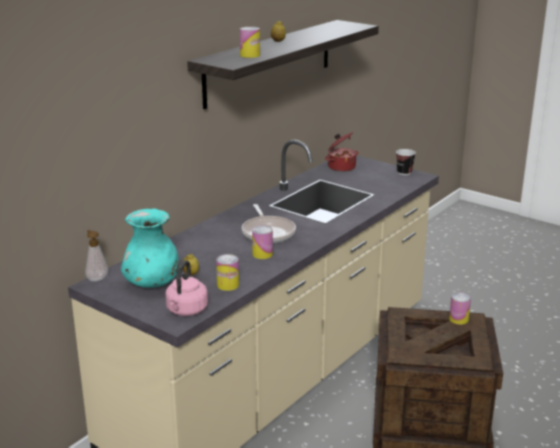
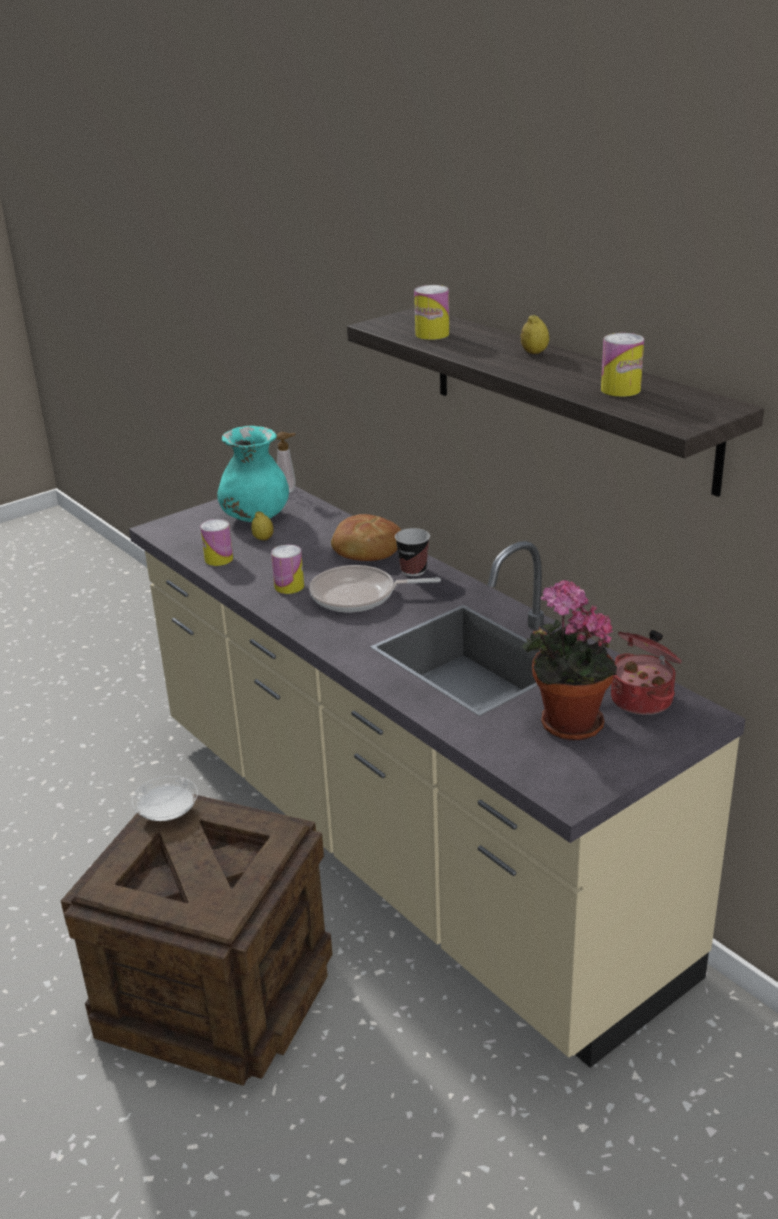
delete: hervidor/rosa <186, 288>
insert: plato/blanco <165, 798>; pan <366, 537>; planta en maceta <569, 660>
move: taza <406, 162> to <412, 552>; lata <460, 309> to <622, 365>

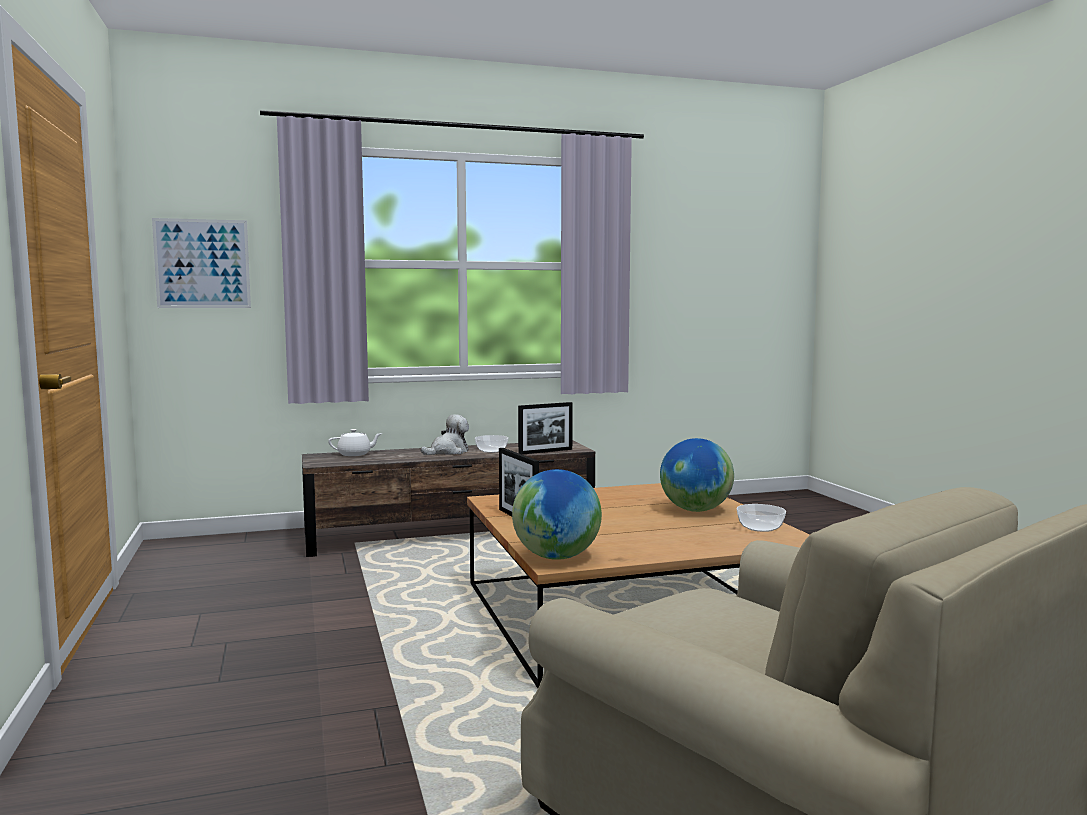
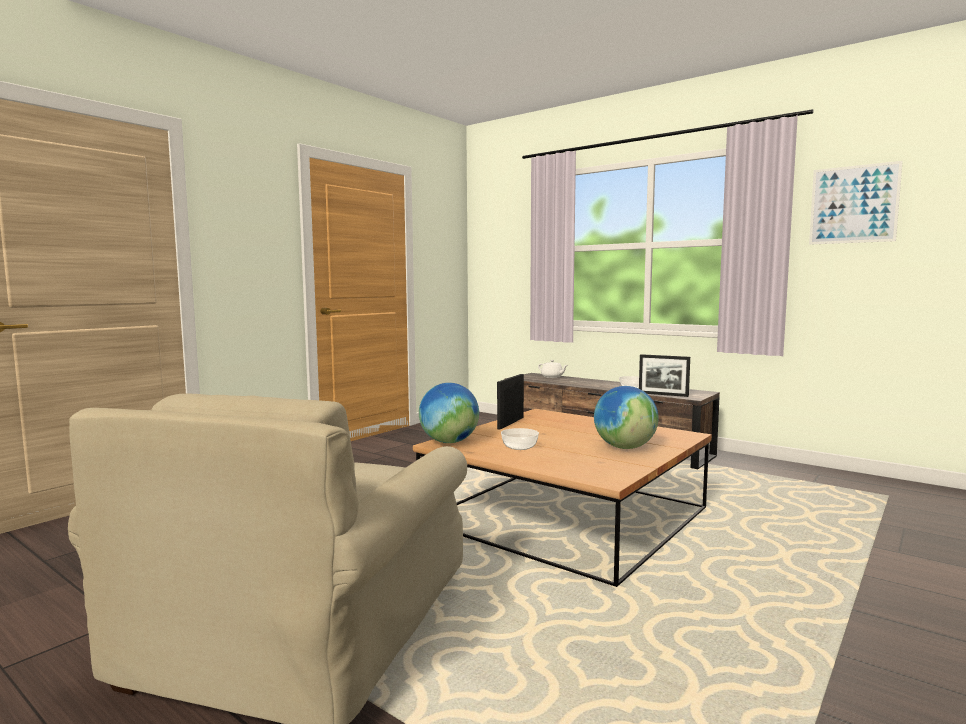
delete: peluche <444, 434>
move: cuadro <201, 263> to <856, 203>; cuenco <761, 518> to <520, 439>

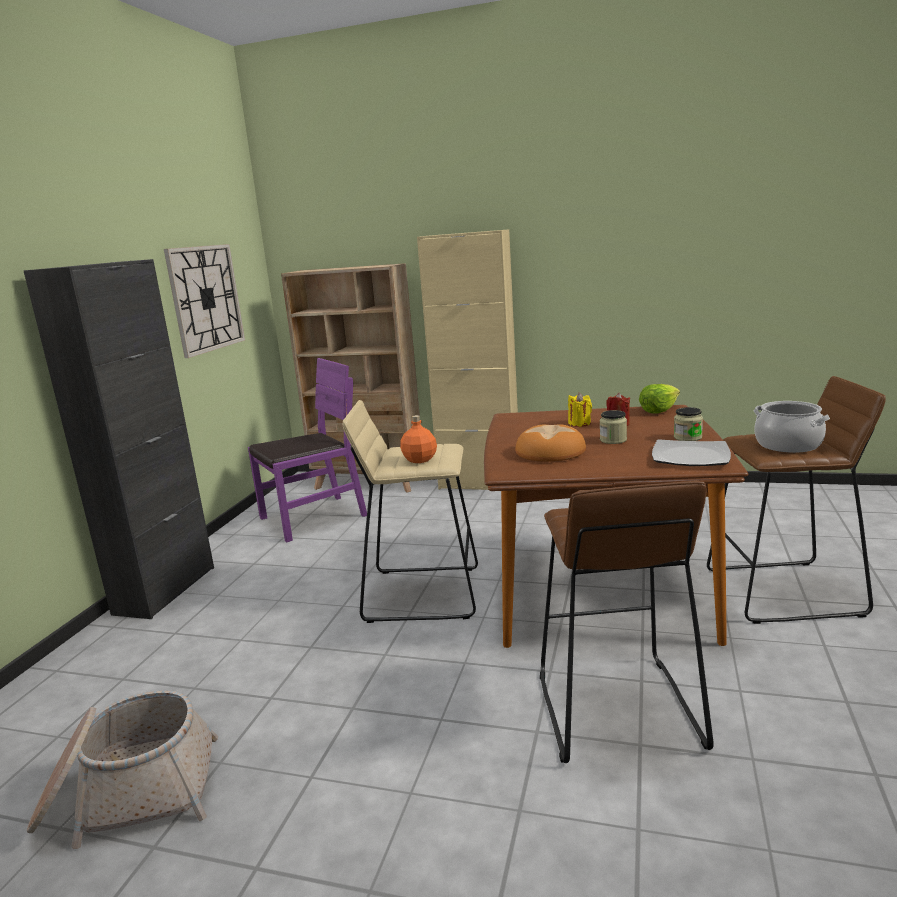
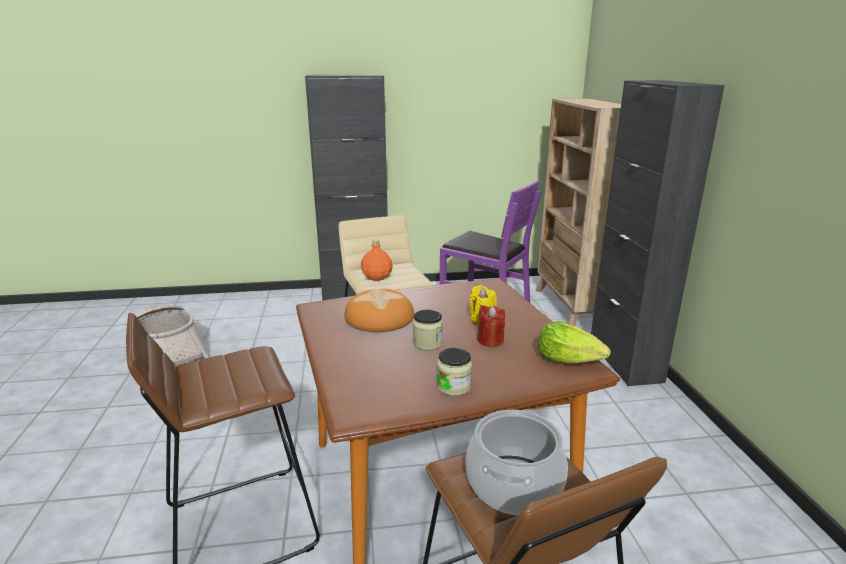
delete: reloj de pared <204, 301>; plato <691, 452>
recolor: armario/beis <467, 359> to armario/negro <658, 233>

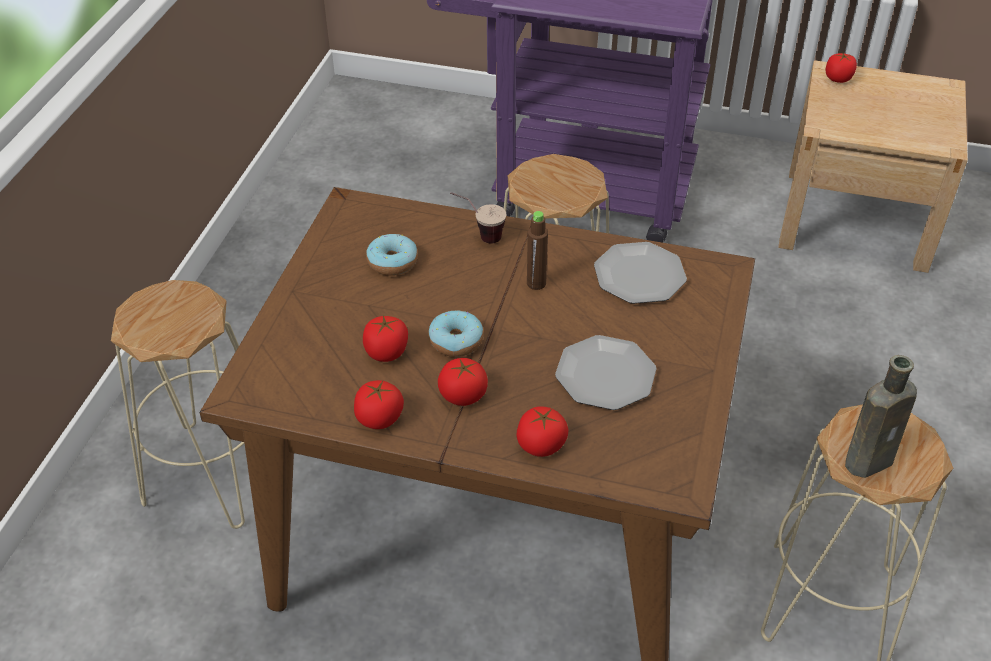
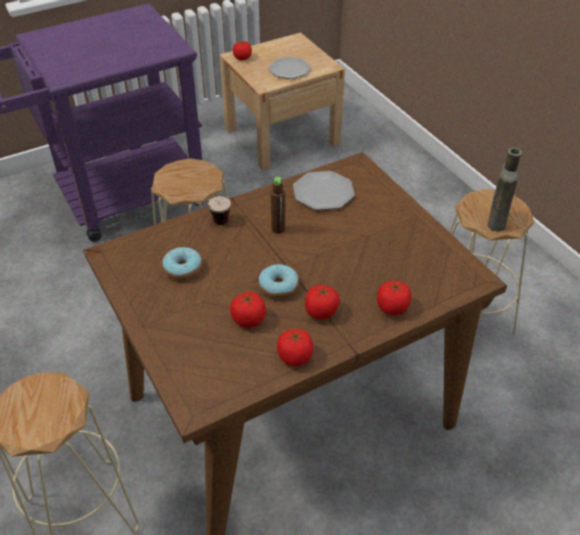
move: plato <606, 372> to <289, 68>

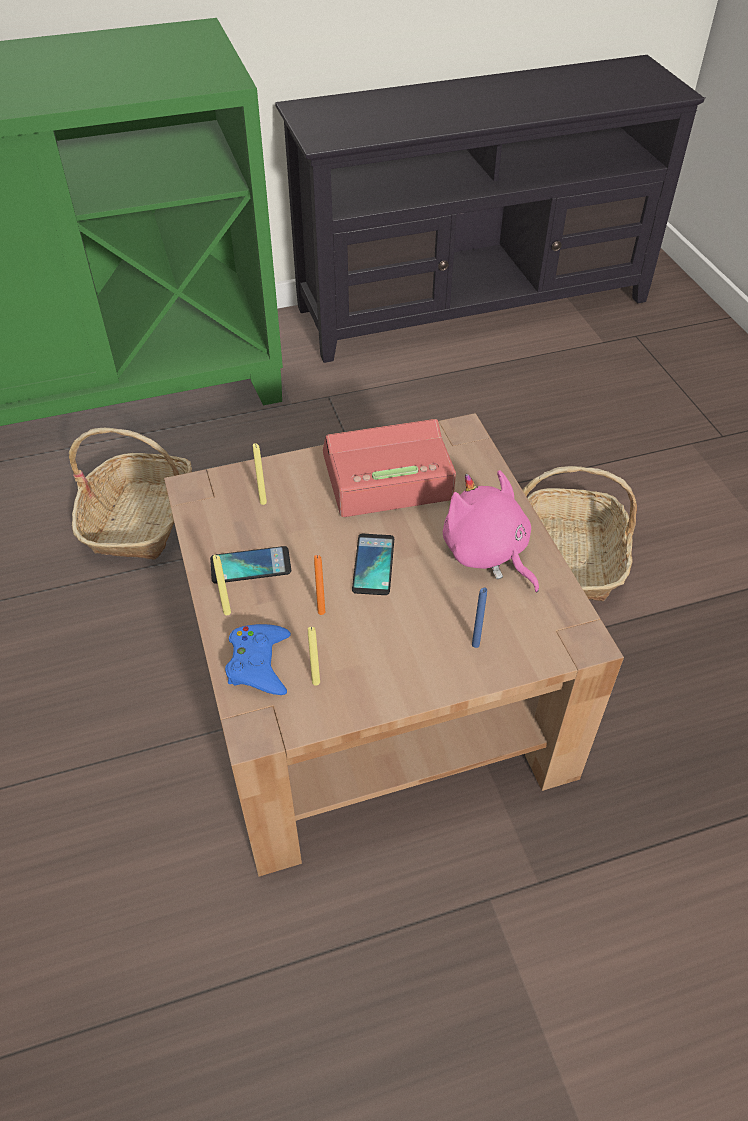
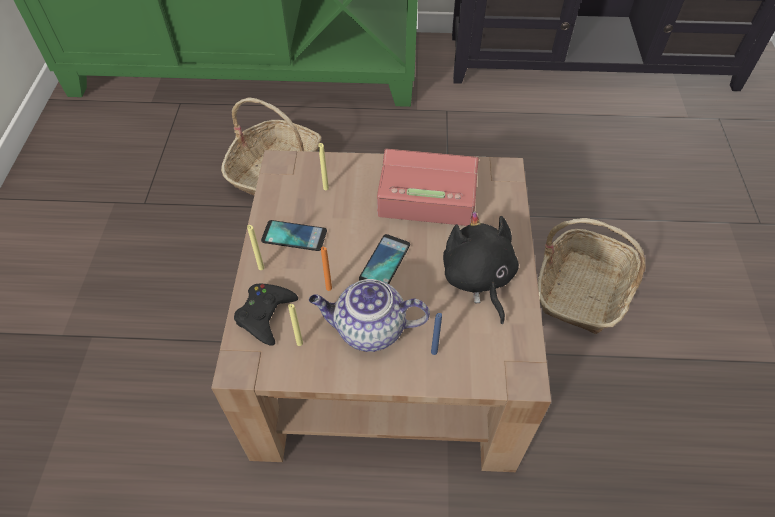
insert: tetera <369, 315>
recolor: mando de consola/azul <258, 659> to mando de consola/negro <266, 315>; peluche/rosa <491, 531> to peluche/negro <481, 267>

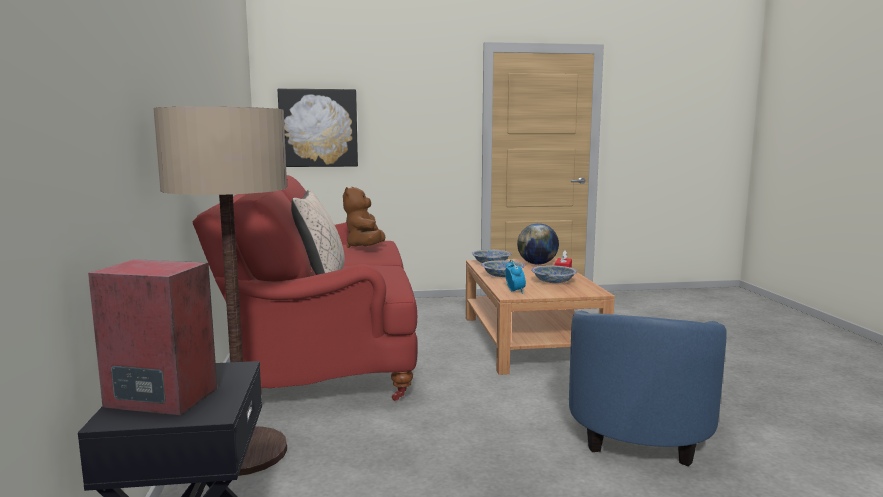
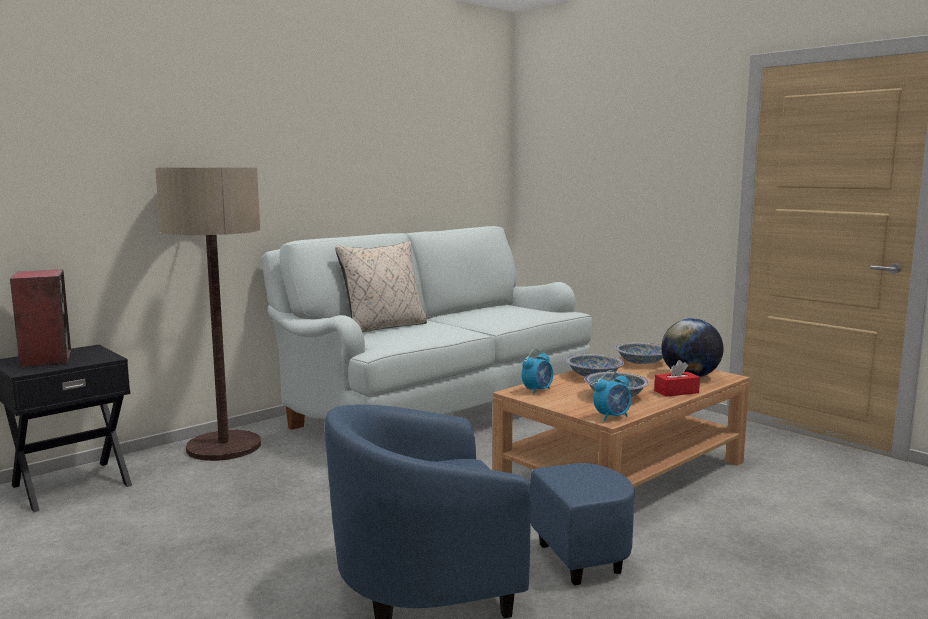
delete: cuadro <318, 128>; peluche/marrón <364, 217>
insert: despertador <612, 395>
recolor: sofá/rojo <305, 288> to sofá/blanco <427, 328>

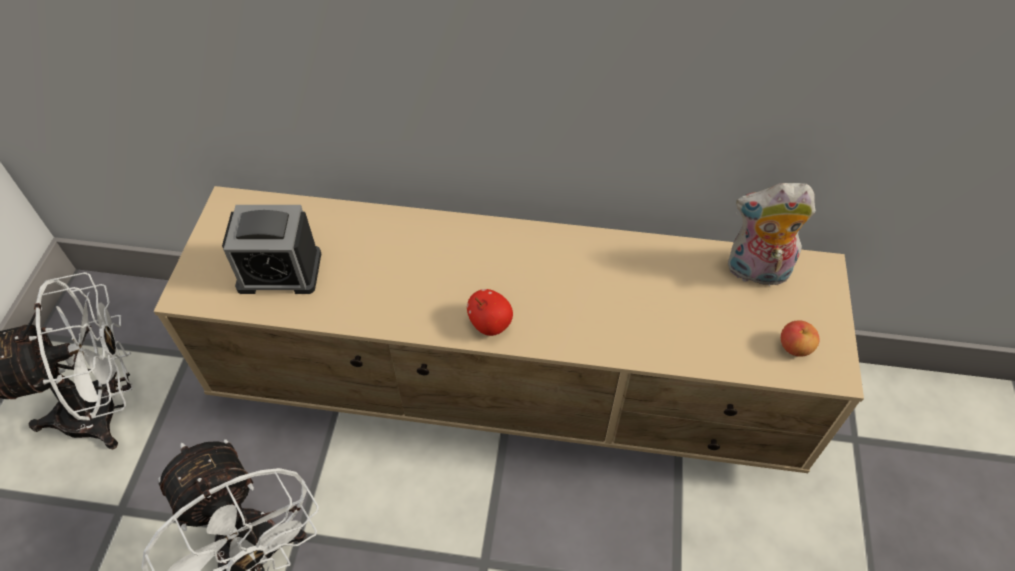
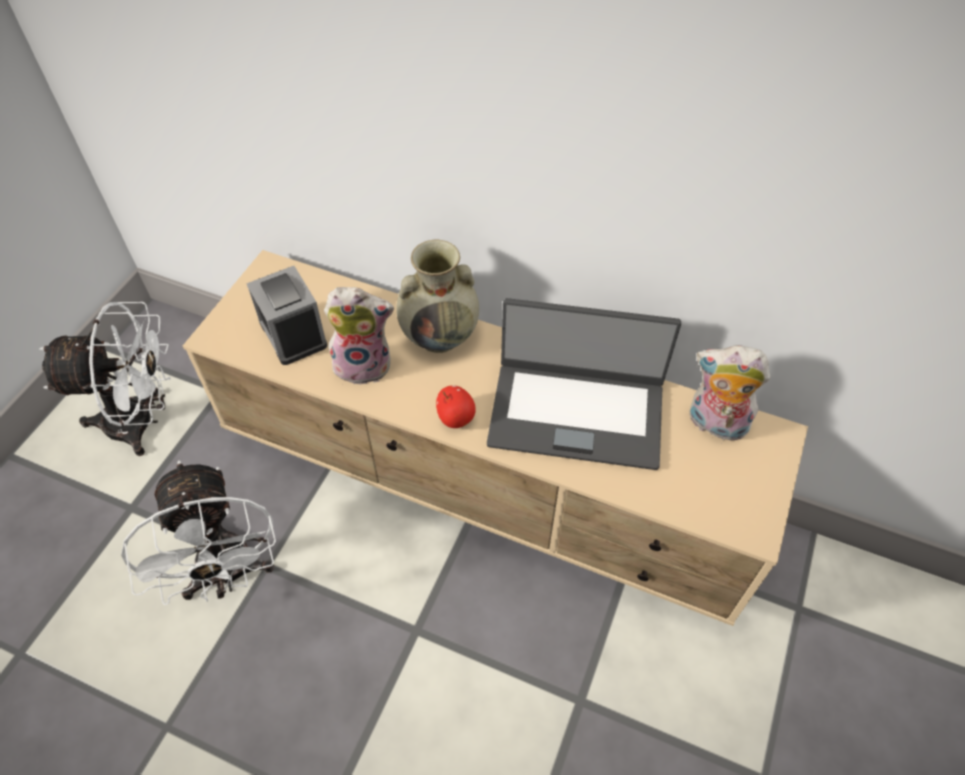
delete: manzana <800, 338>
insert: peluche <359, 336>; florero/beis <437, 296>; portátil <584, 384>
rotate: despertador <271, 249> = <287, 315> 45 degrees clockwise

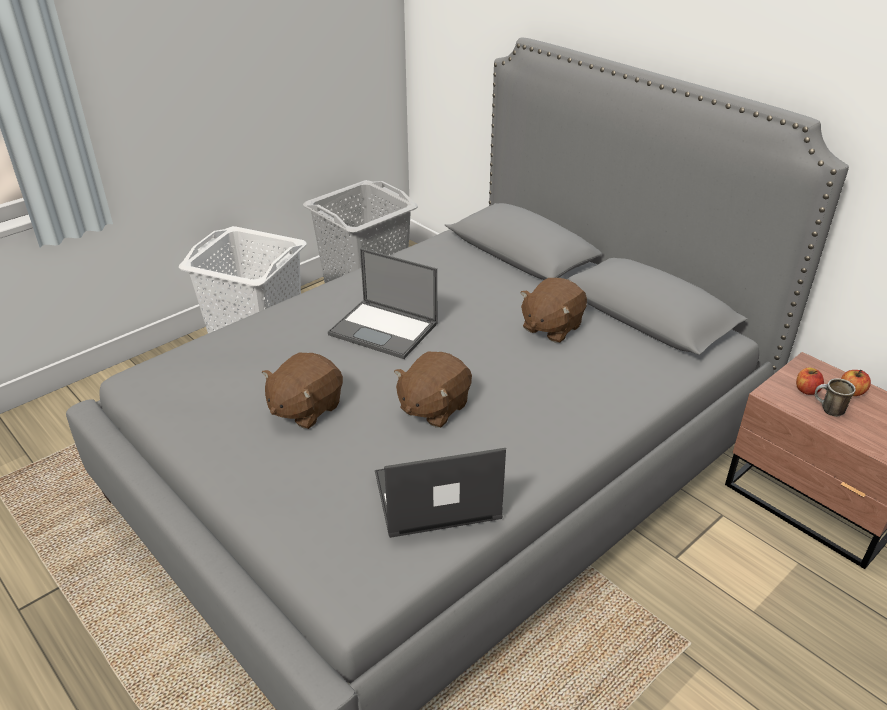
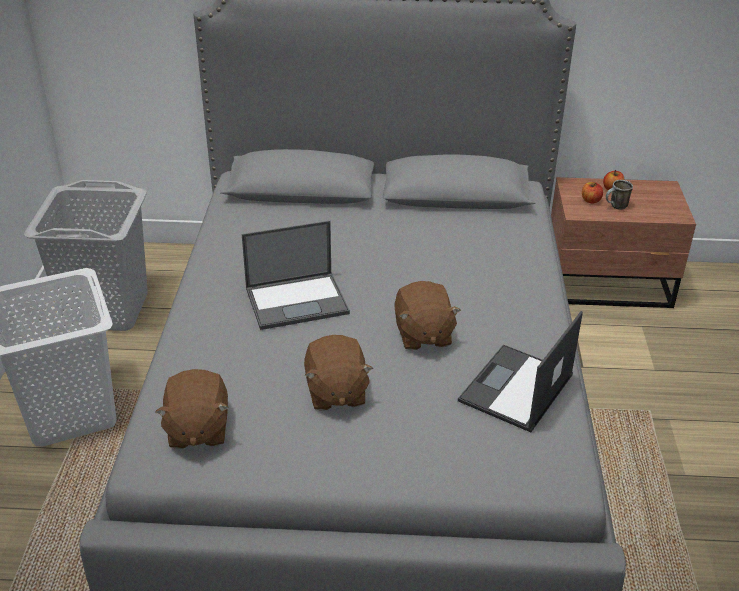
move: peluche/marrón <553, 310> to <192, 409>

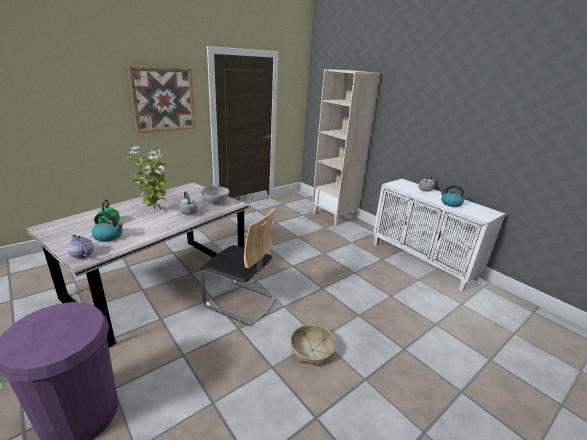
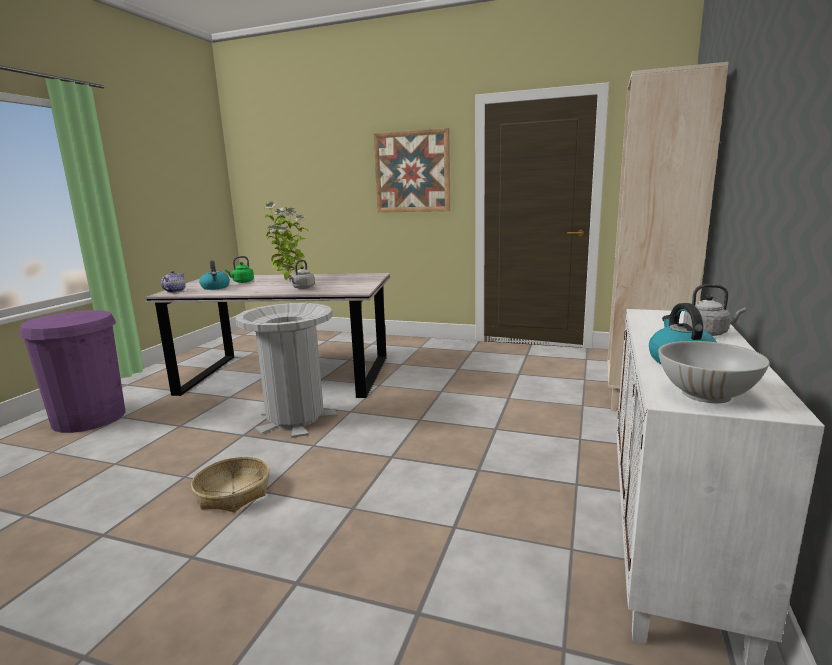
move: cuenco/blanco <215, 195> to <713, 372>
replace: silla <238, 267> to papelera/gris <286, 370>

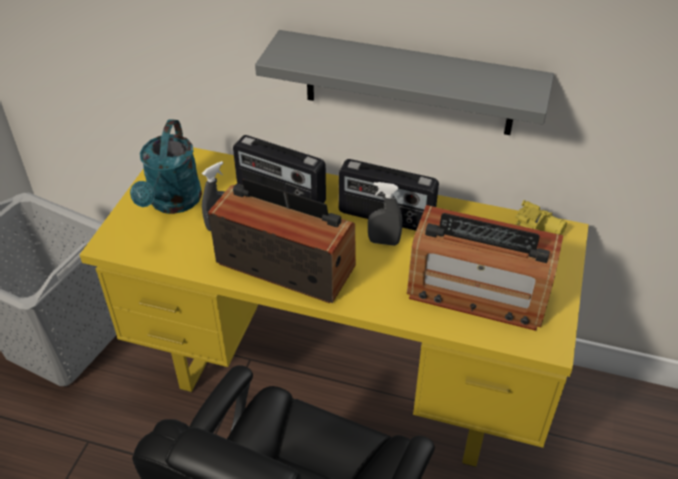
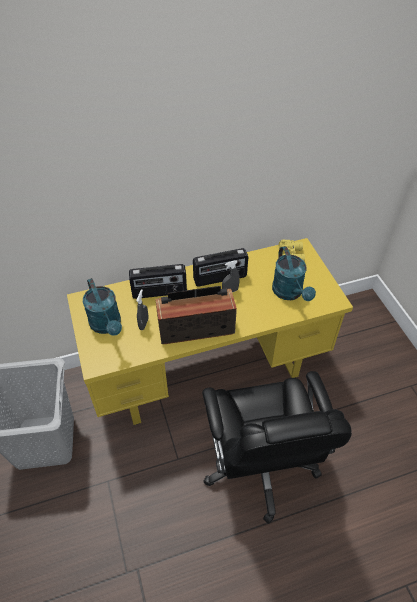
delete: estante/gris <404, 82>
replace: radio <485, 268> to regadera/turquesa <294, 273>

